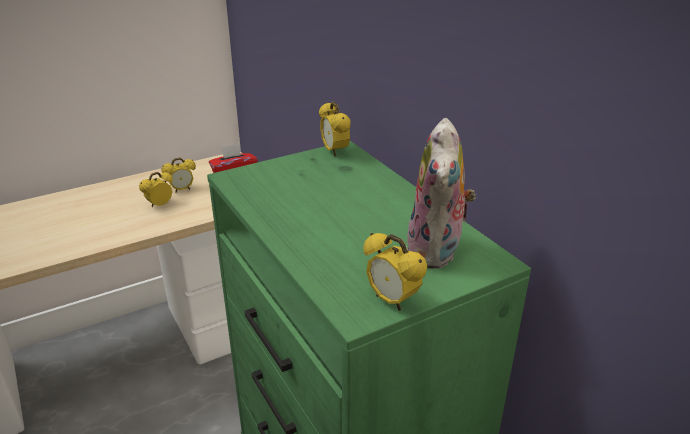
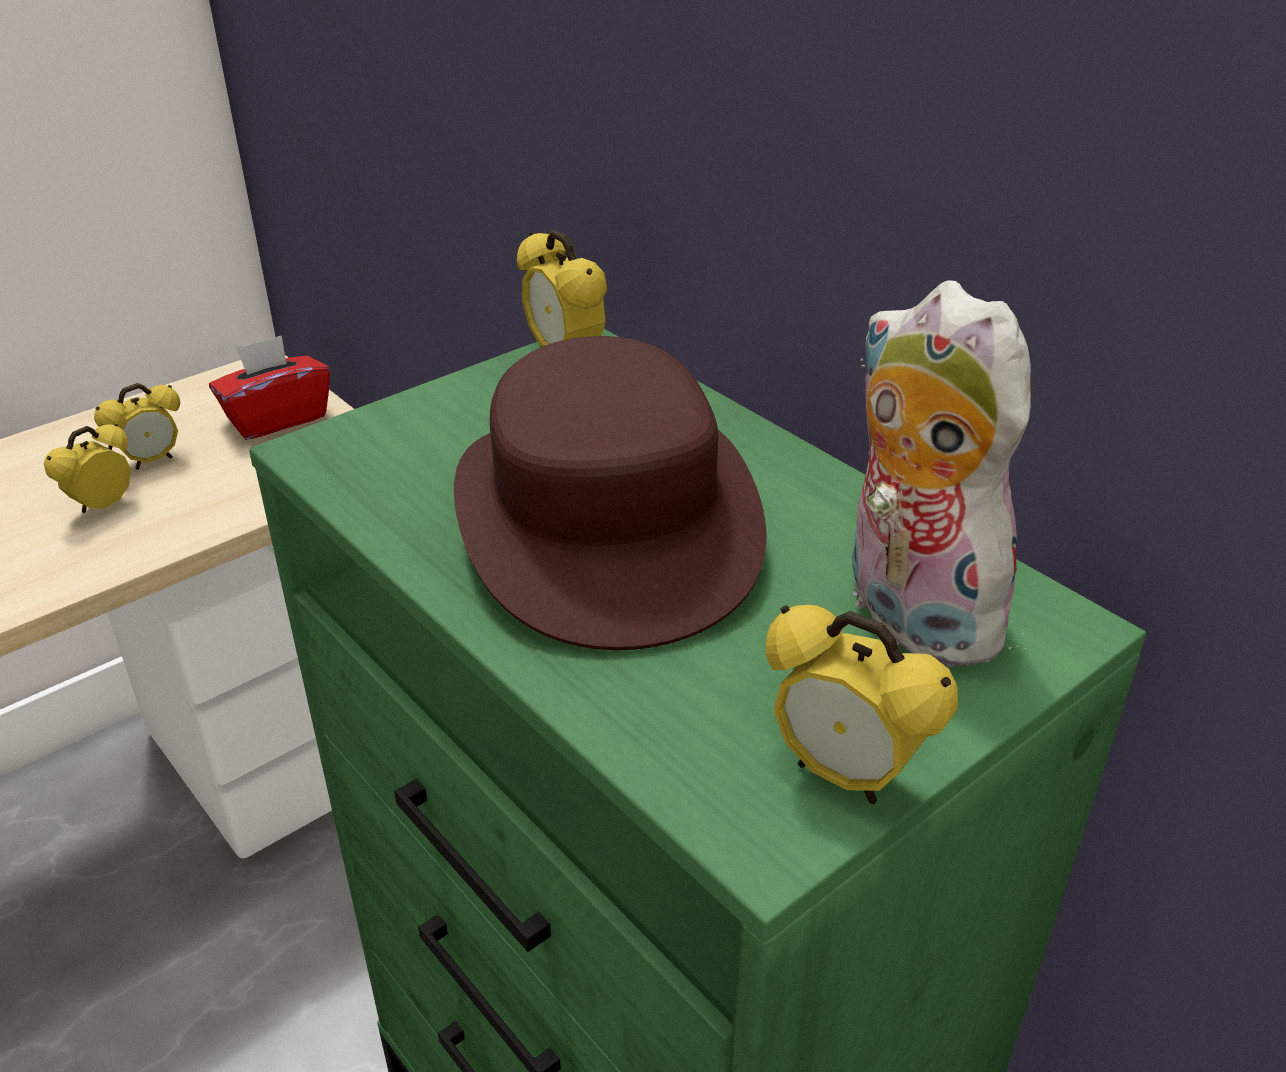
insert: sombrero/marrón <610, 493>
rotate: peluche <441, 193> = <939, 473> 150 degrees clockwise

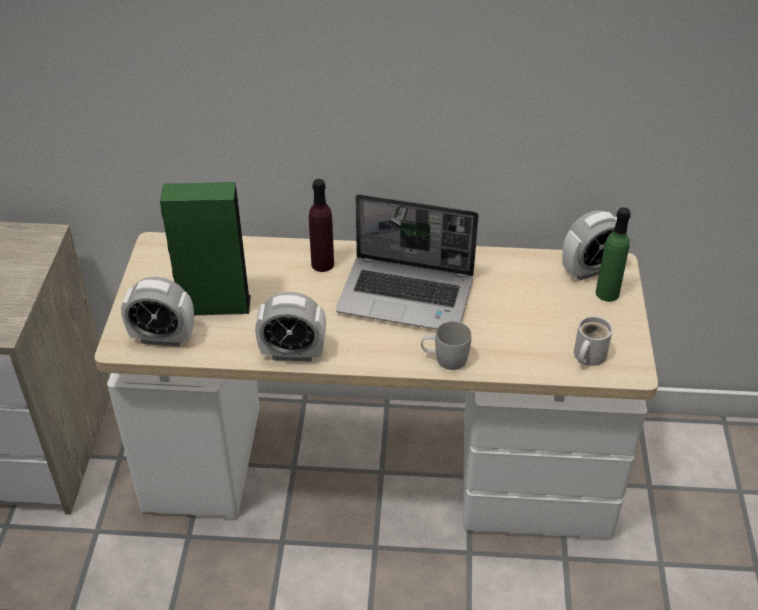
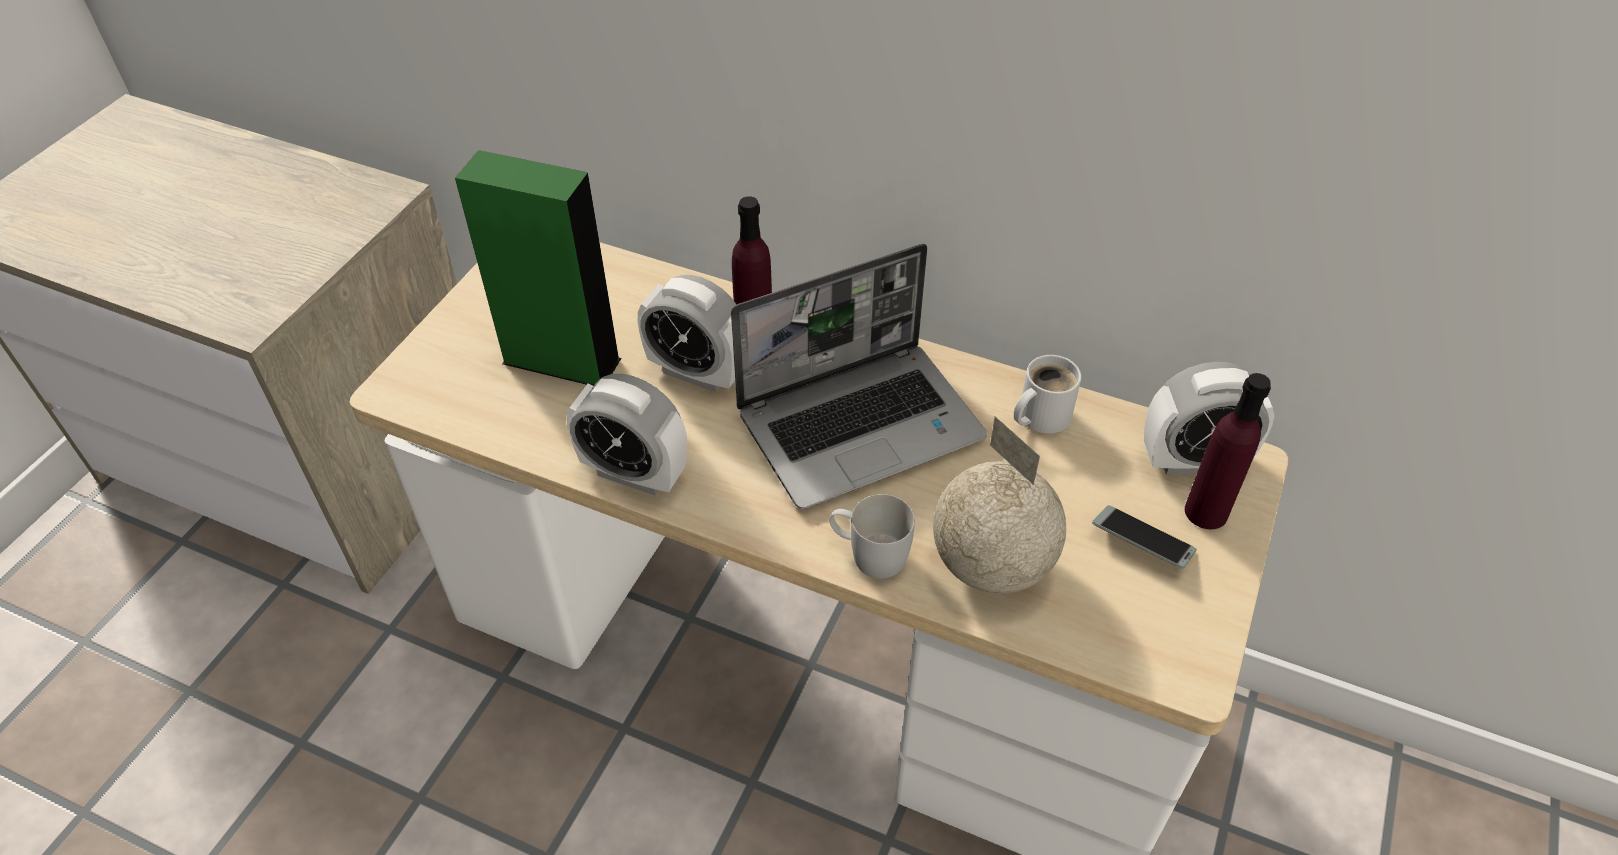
insert: globo terráqueo <999, 505>; móvil <1144, 537>
move: despertador <157, 312> to <687, 333>; taza grande/blanco <593, 341> to <1047, 394>
recolor: botella/verde <613, 254> to botella/morado <1228, 451>
rotate: portátil <407, 262> = <859, 376> 60 degrees counterclockwise

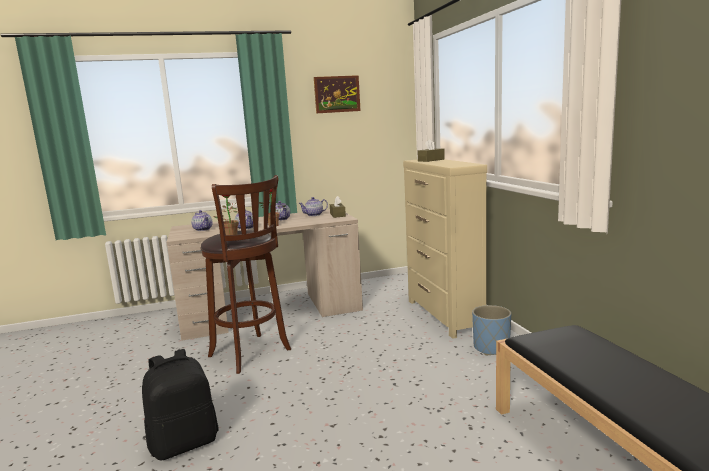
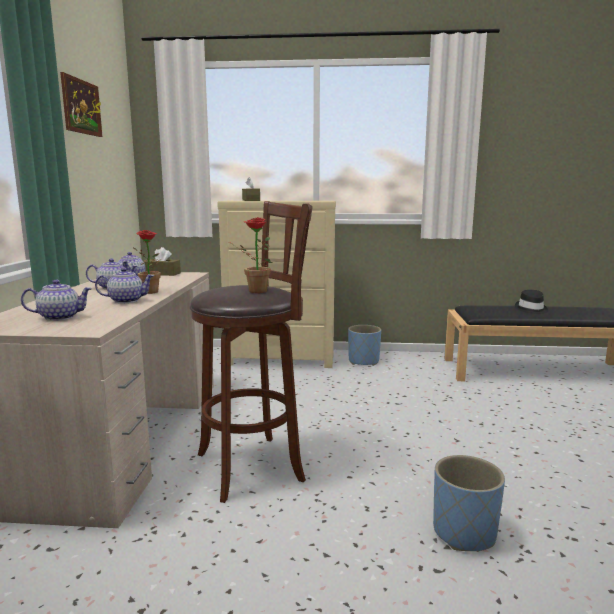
insert: sombrero/negro <531, 302>
replace: mochila/negro <180, 405> to maceta/azul <469, 503>

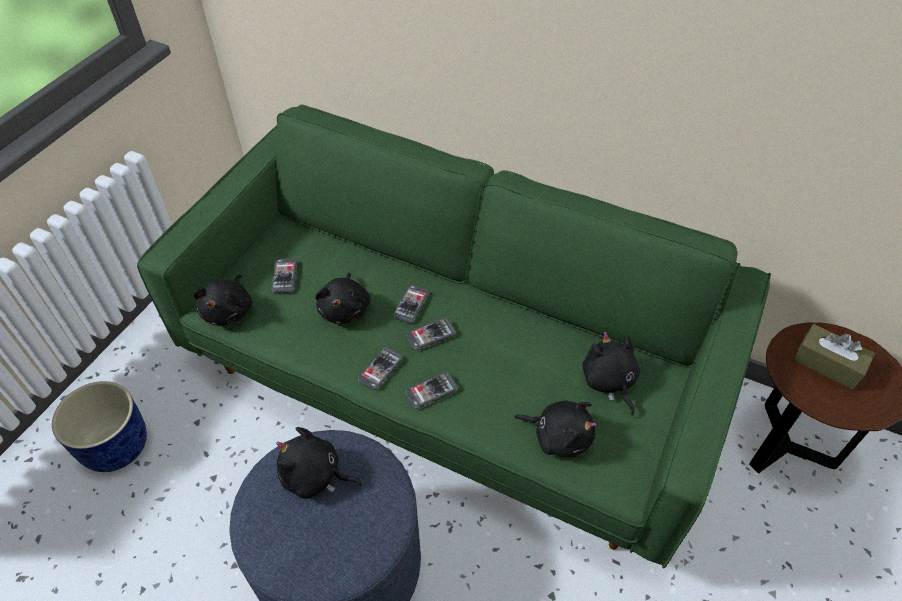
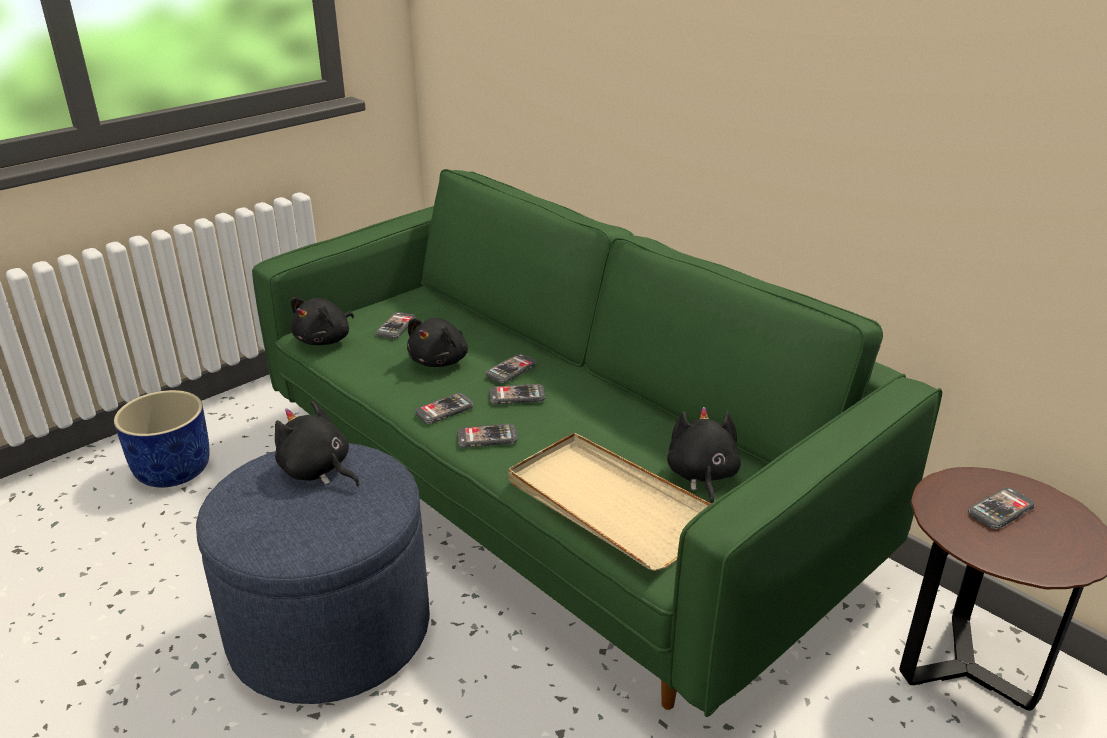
replace: peluche/negro <555, 429> to bandeja/beis <609, 502>; caja de pañuelos/marrón <834, 357> to móvil <1001, 508>

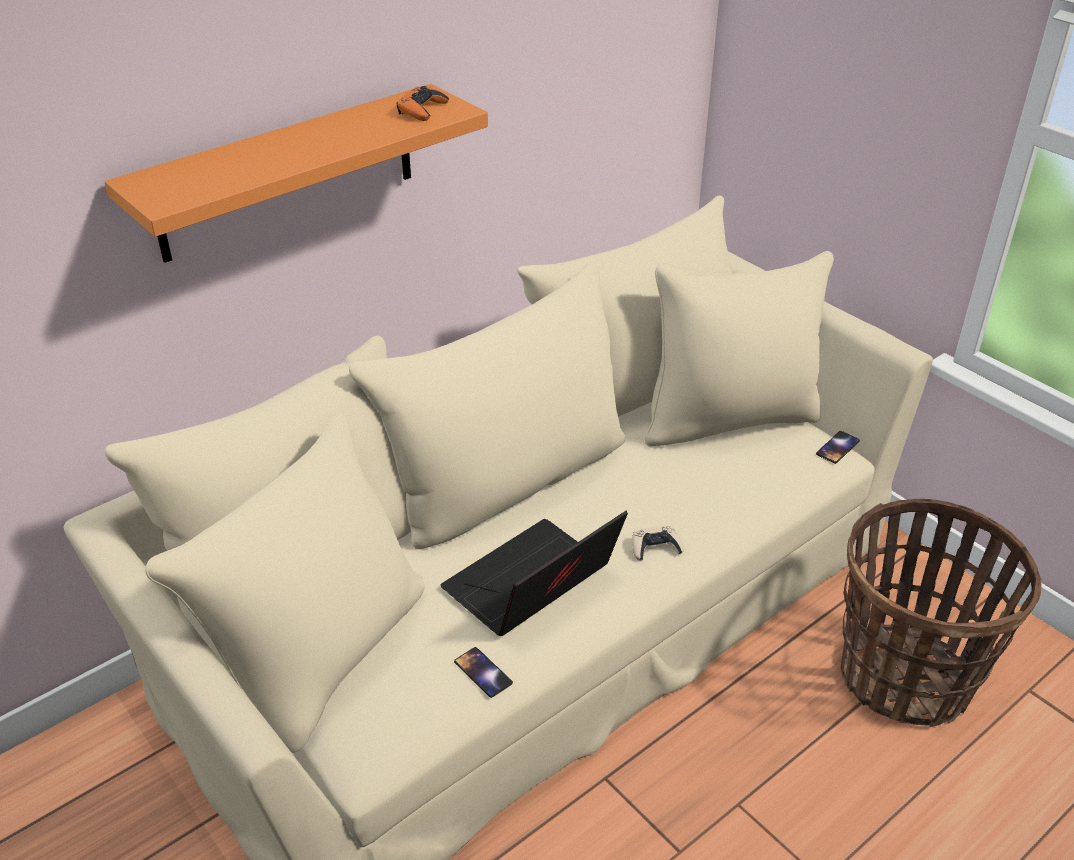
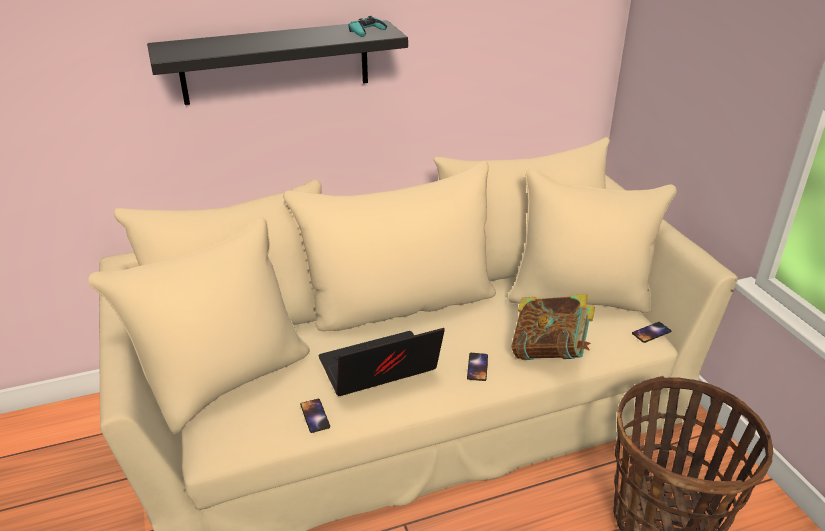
insert: libro <553, 327>
replace: mando de consola/beis <658, 543> to móvil <477, 367>
recolor: estante/naranja <296, 173> to estante/negro <277, 62>; mando de consola/naranja <423, 103> to mando de consola/turquesa <367, 26>

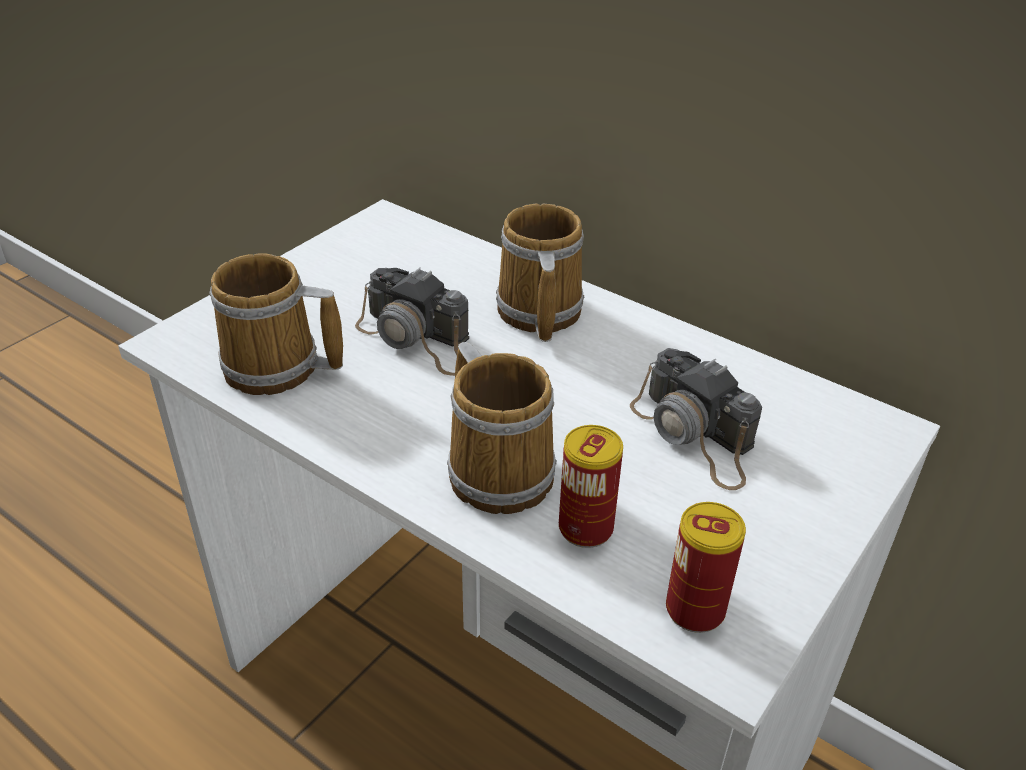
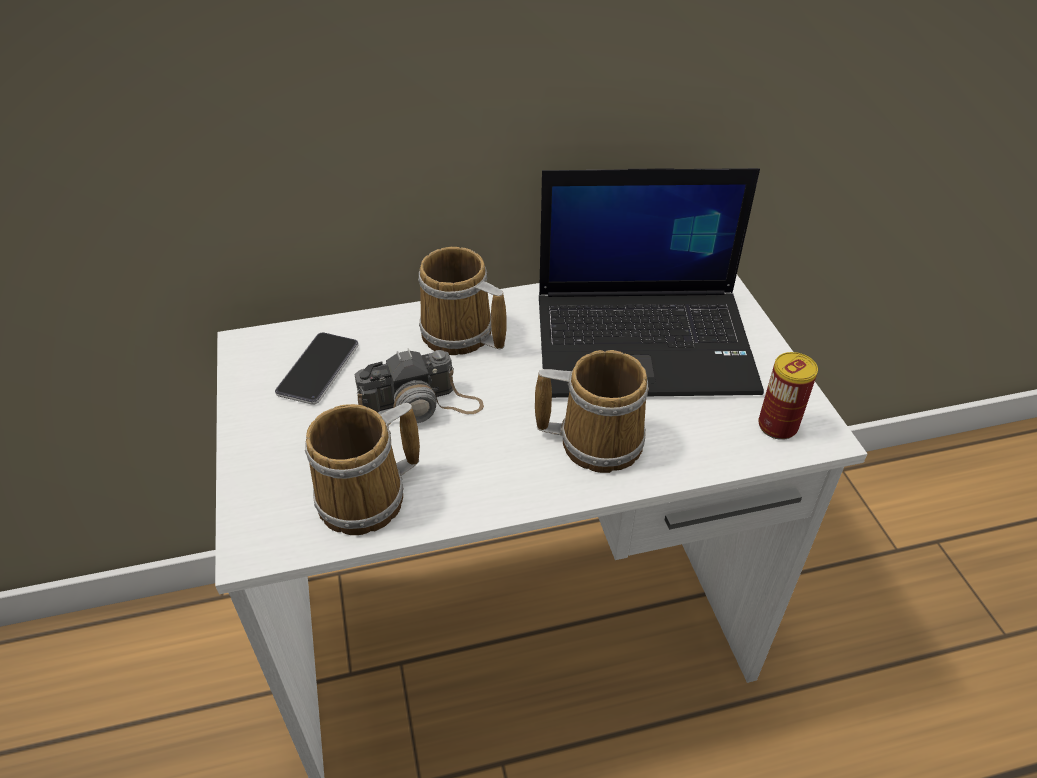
delete: lata <591, 486>
insert: móvil <317, 368>
replace: cámara <696, 419> to portátil <651, 283>

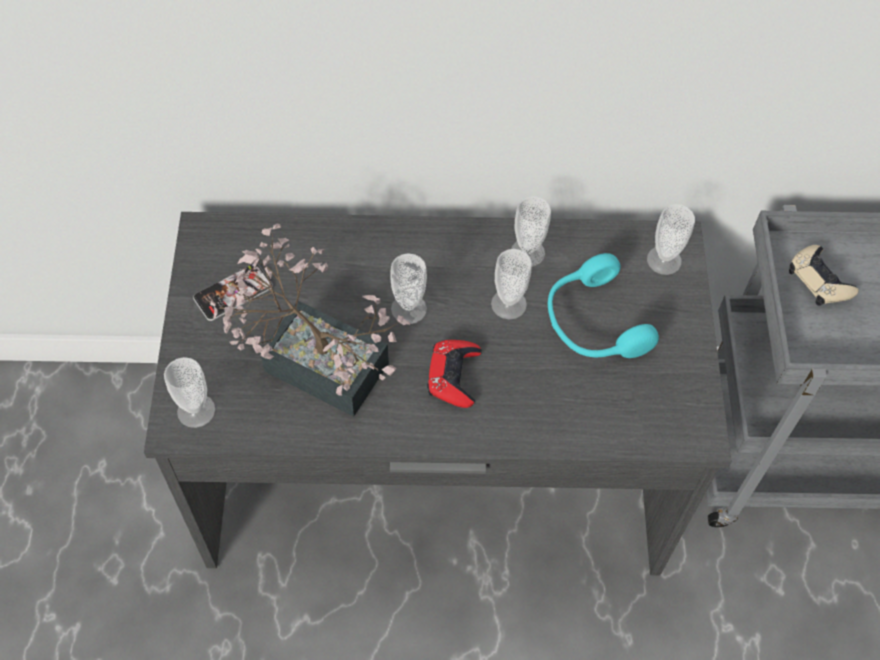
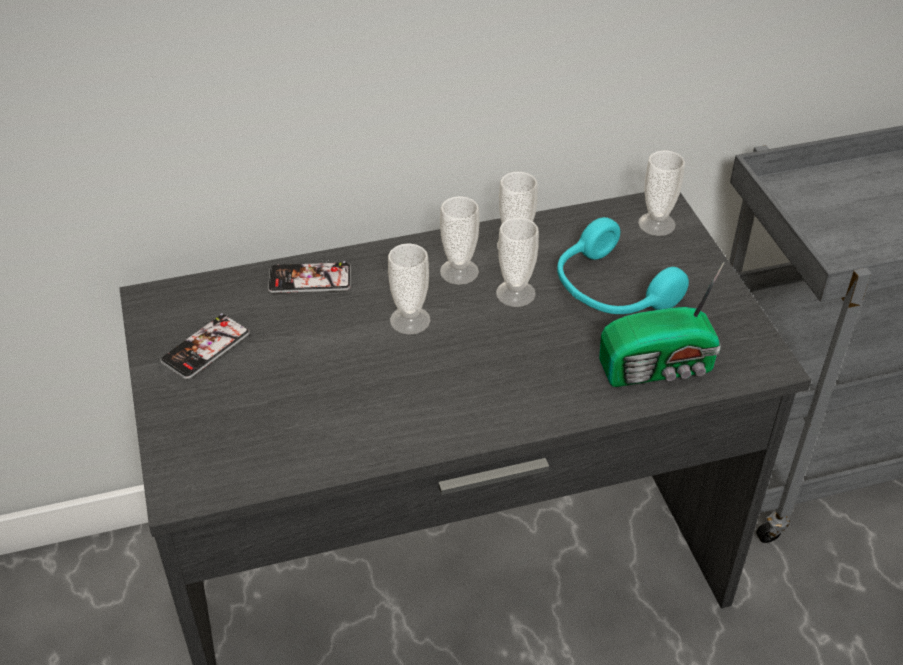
delete: planta en maceta <310, 320>; mando de consola/rojo <454, 374>; mando de consola/beis <823, 275>
insert: móvil <309, 277>; radio <661, 324>
move: taza <189, 392> to <459, 240>

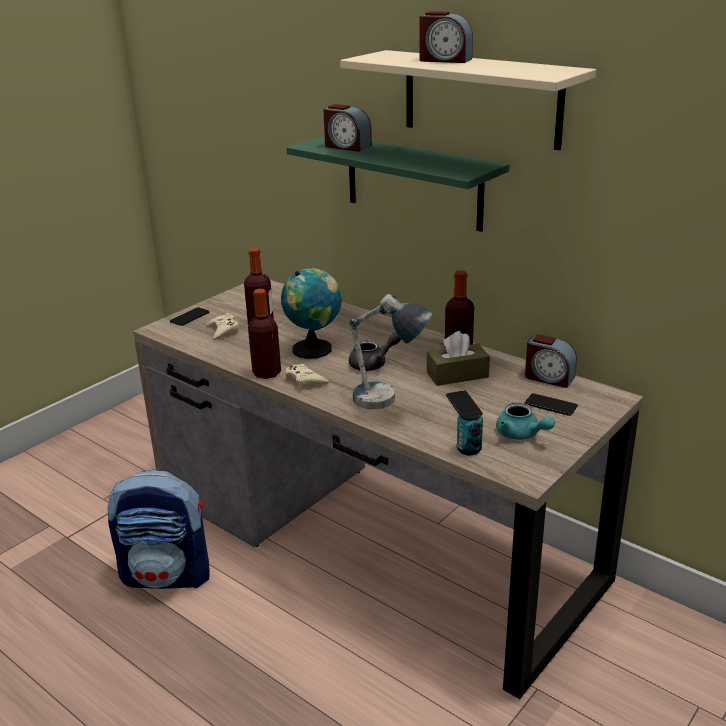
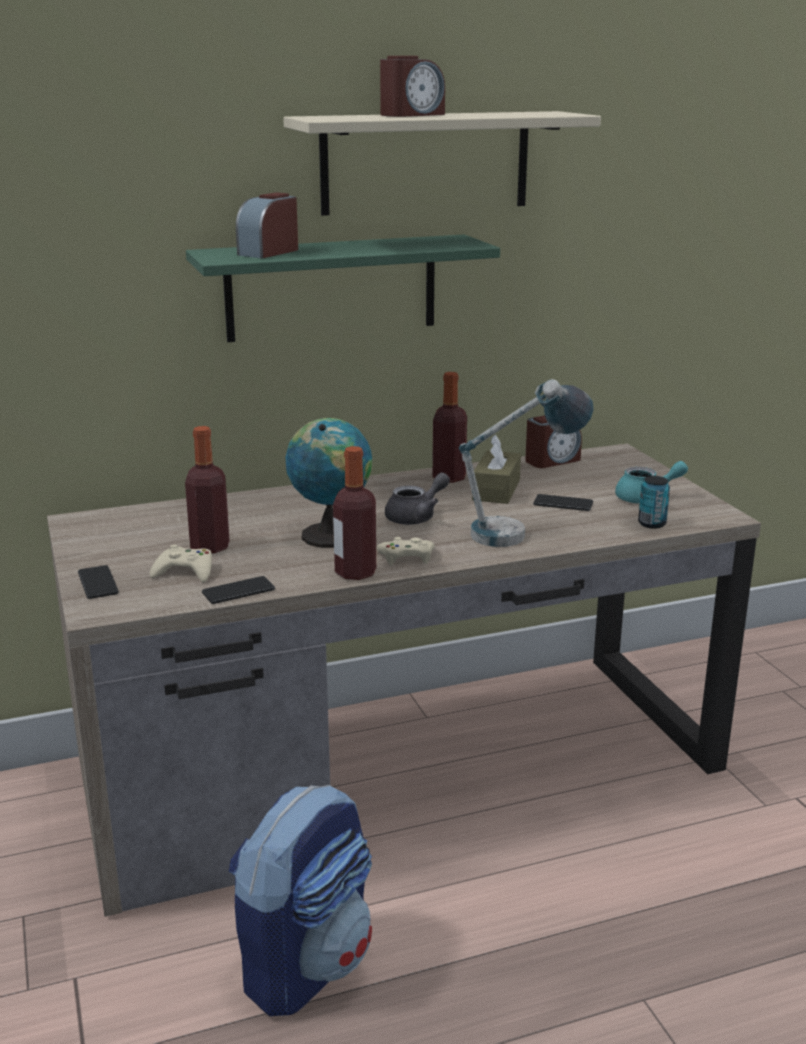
move: móvil <551, 404> to <238, 590>
rotate: despertador <347, 128> = <267, 225> 150 degrees clockwise; tetera/gris <375, 351> = <417, 498> 45 degrees clockwise

